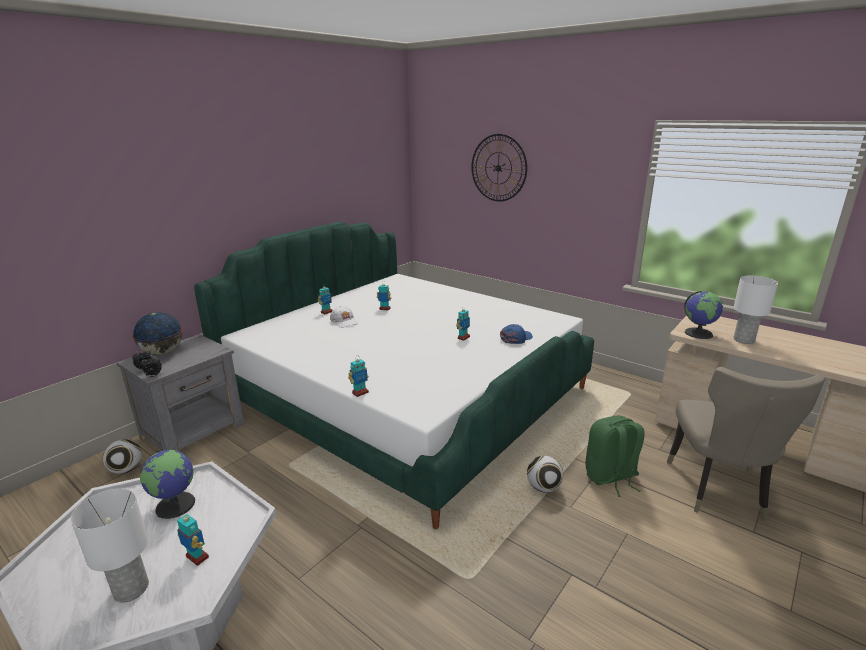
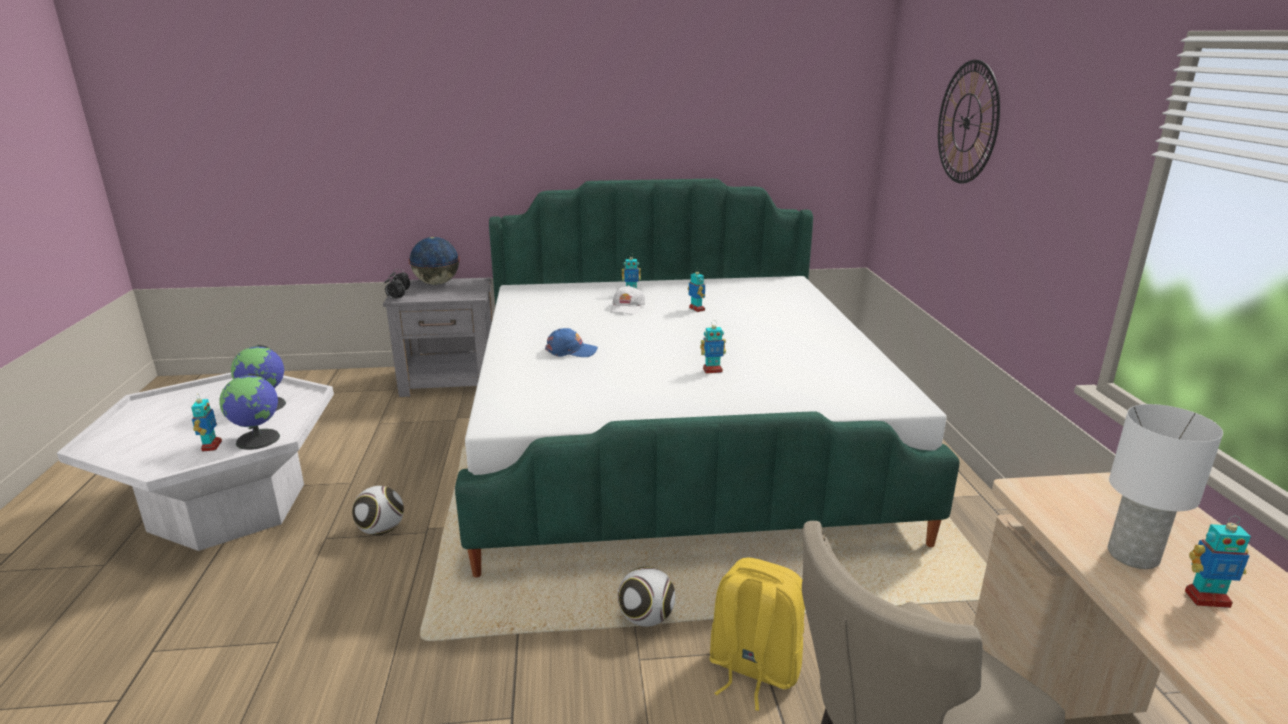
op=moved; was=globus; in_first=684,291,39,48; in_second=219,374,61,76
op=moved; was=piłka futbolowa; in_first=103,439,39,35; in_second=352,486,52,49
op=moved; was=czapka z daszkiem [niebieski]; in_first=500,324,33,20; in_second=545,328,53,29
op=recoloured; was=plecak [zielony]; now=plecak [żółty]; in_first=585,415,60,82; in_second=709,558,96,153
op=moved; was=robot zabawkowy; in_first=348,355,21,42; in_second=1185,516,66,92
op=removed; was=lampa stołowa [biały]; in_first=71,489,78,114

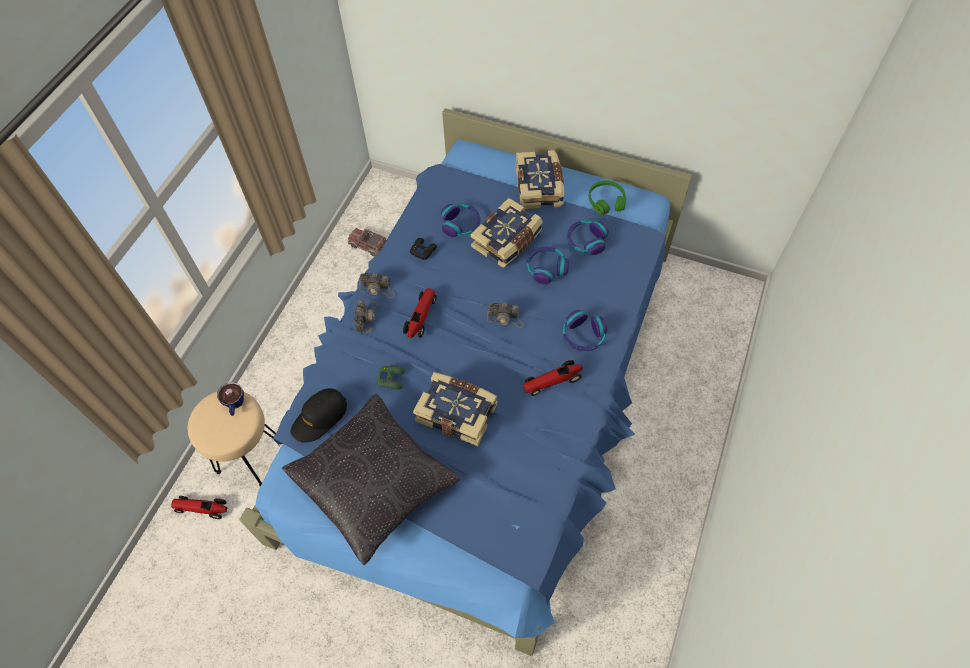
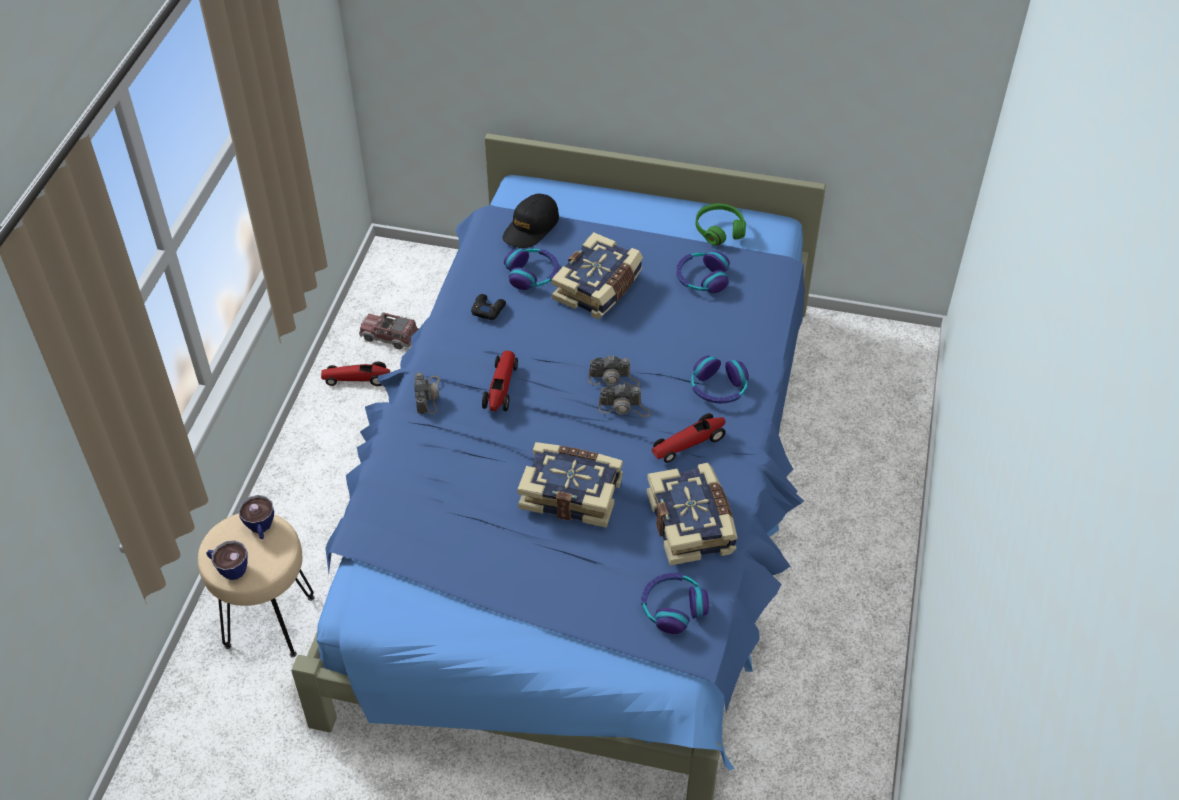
op=added; now=filiżanka; in_second=206,540,42,40
op=moved; was=samochodzik; in_first=171,496,56,23; in_second=321,361,69,25
op=moved; was=czapka z daszkiem [czarny]; in_first=290,388,57,54; in_second=503,194,56,54
op=moved; was=aparat fotograficzny; in_first=359,273,36,25; in_second=599,384,51,33
op=moved; was=słuchawki; in_first=526,247,43,37; in_second=641,573,68,61
op=moved; was=książka; in_first=516,150,48,59; in_second=647,463,91,103
op=removed; was=poduszka [czarny]; in_first=282,394,178,171
op=removed; was=pad do gier [zielony]; in_first=377,366,28,23

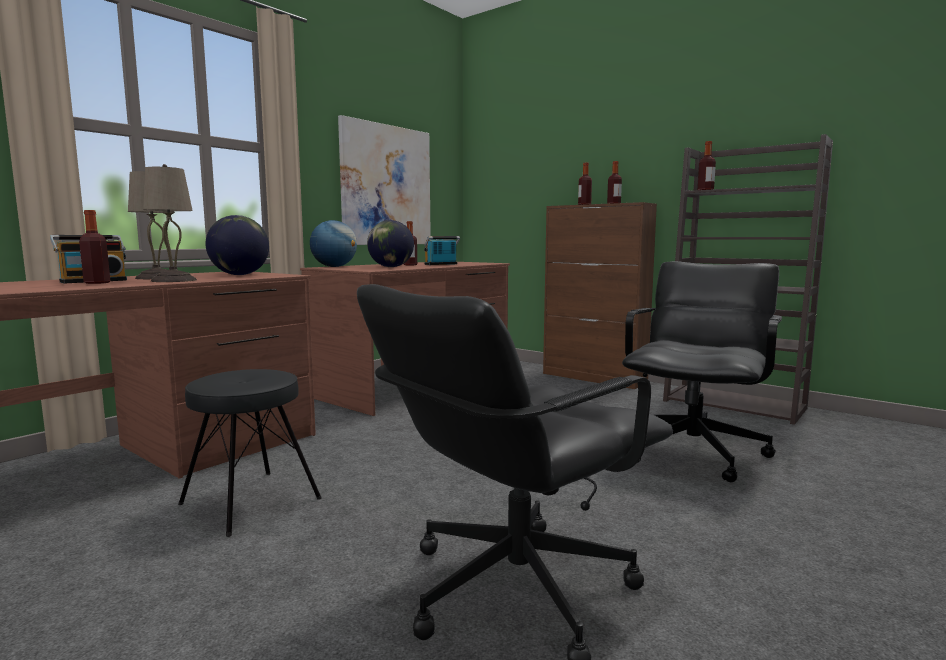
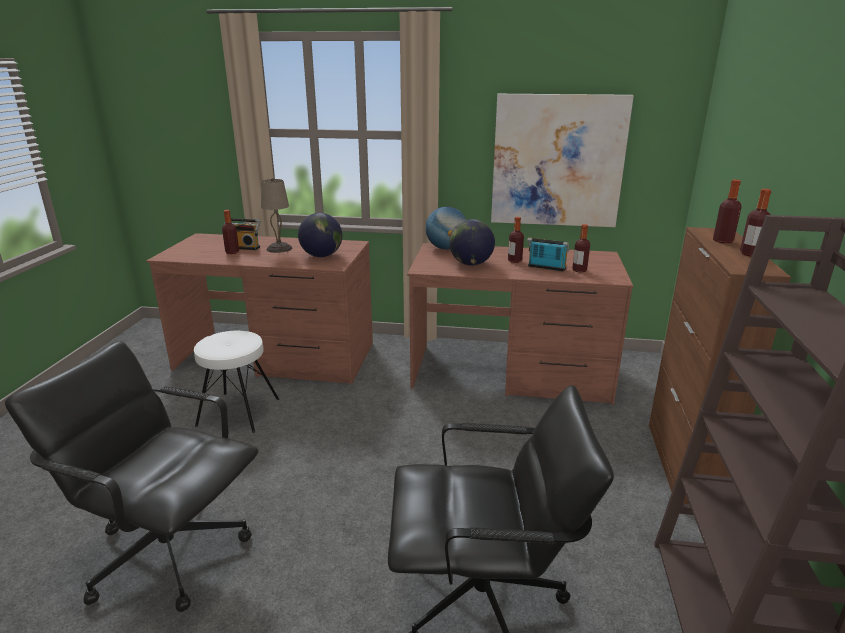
op=recoloured; was=stołek [czarny]; now=stołek [biały]; in_first=178,369,144,168; in_second=194,331,85,102
op=moved; was=butelka; in_first=698,141,18,49; in_second=572,224,18,48
op=removed; was=lampa stołowa [beżowy]; in_first=143,164,54,118

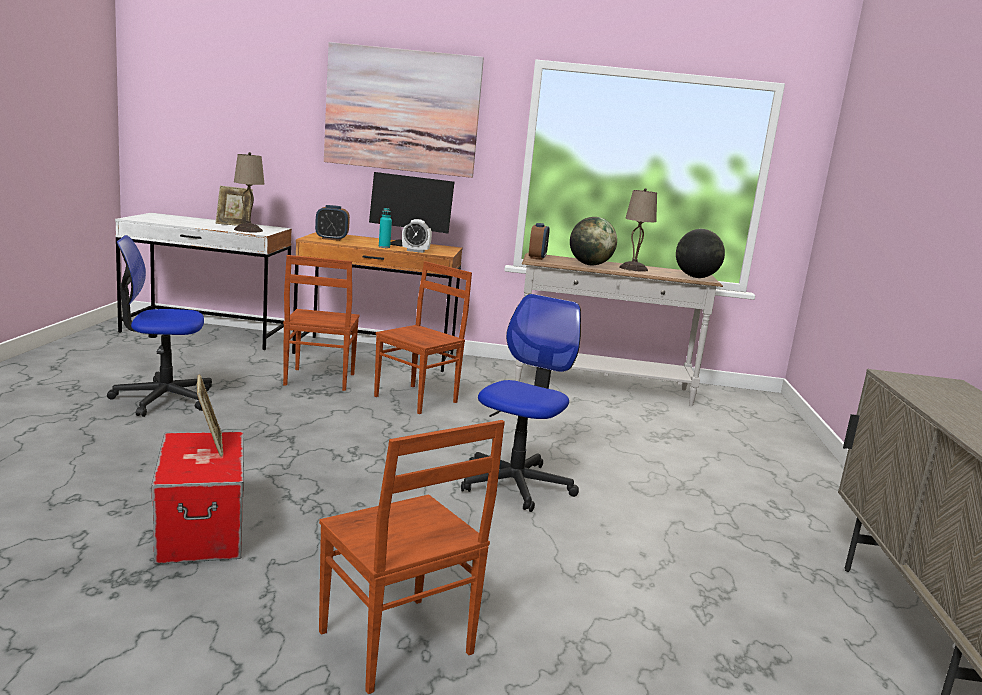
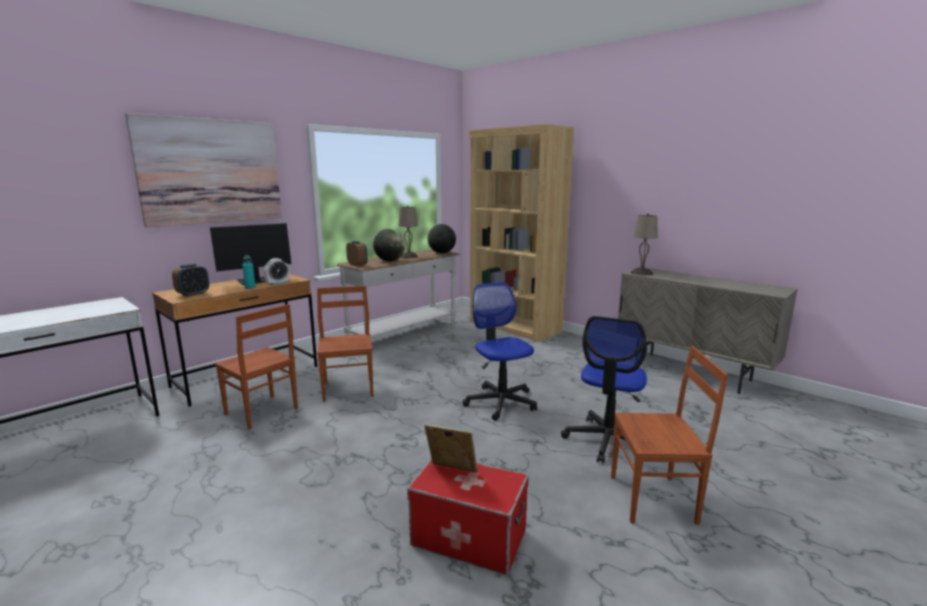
op=added; now=regał [brązowy]; in_second=469,124,105,218
op=moved; was=krzesło biurowe; in_first=107,235,105,182; in_second=561,316,86,148
op=moved; was=lampa stołowa [beżowy]; in_first=234,152,30,80; in_second=631,213,27,63
op=removed; was=ramka na zdjęcie; in_first=216,186,37,40

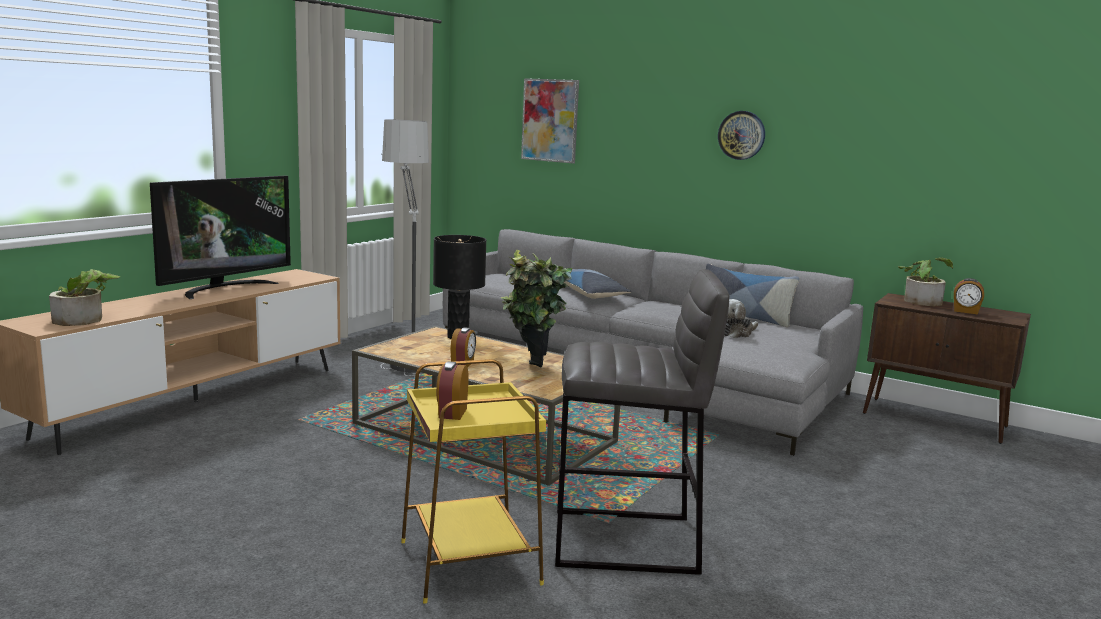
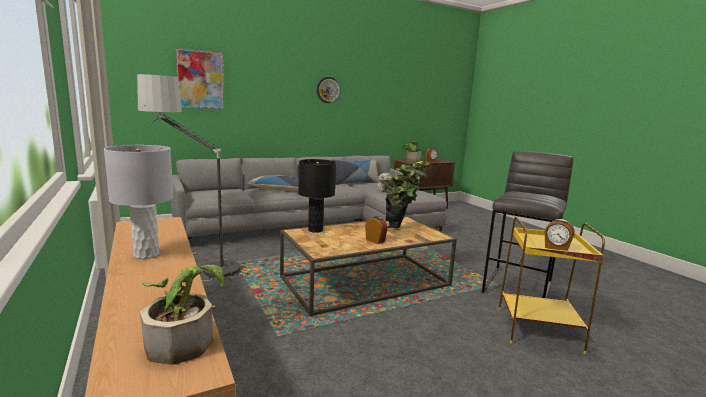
op=replaced; was=telewizor; now=lampa stołowa [szary]; in_first=150,176,141,123; in_second=104,145,70,114

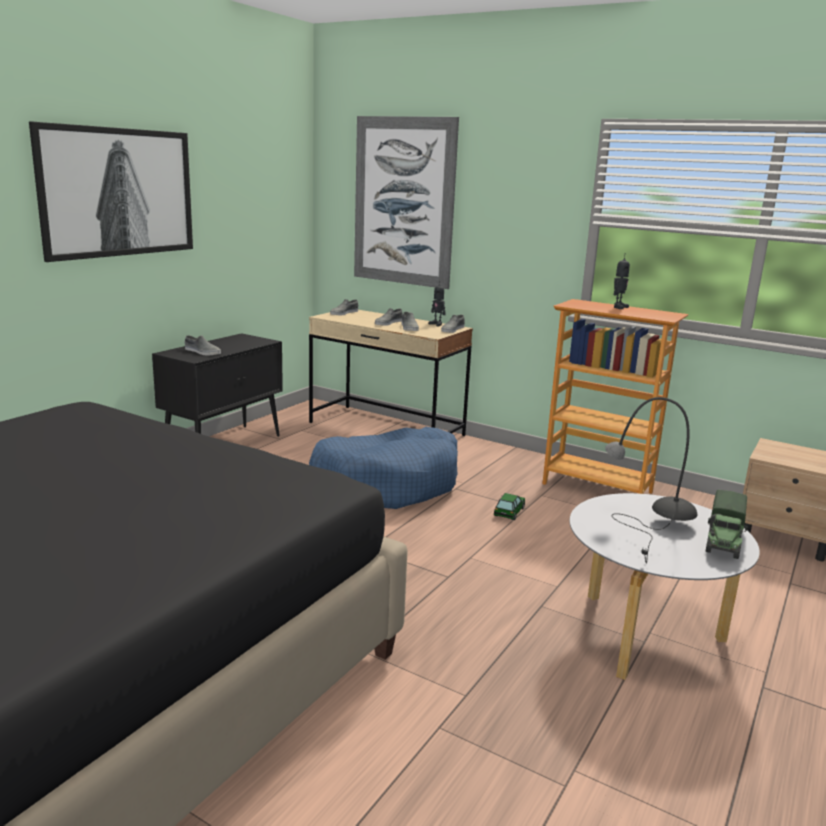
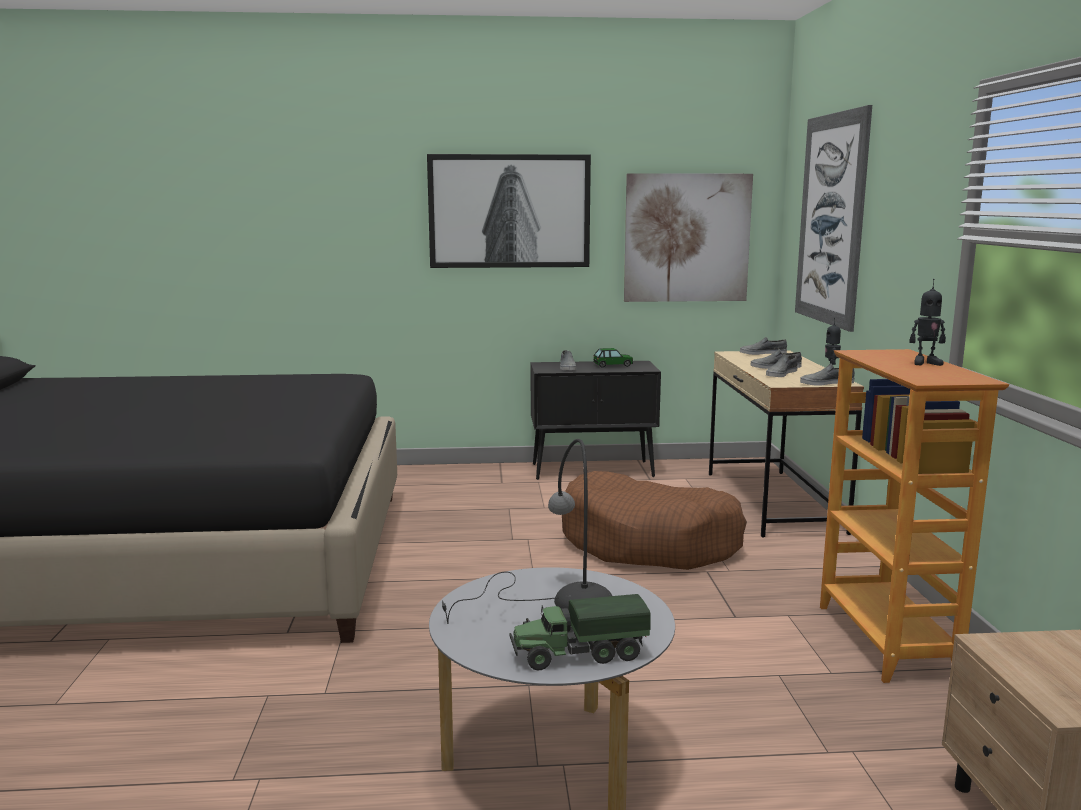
op=recoloured; was=legowisko [niebieski]; now=legowisko [brązowy]; in_first=309,427,149,82; in_second=562,471,185,99
op=moved; was=samochodzik; in_first=494,493,31,27; in_second=593,348,40,20
op=added; now=obraz; in_second=624,173,129,129

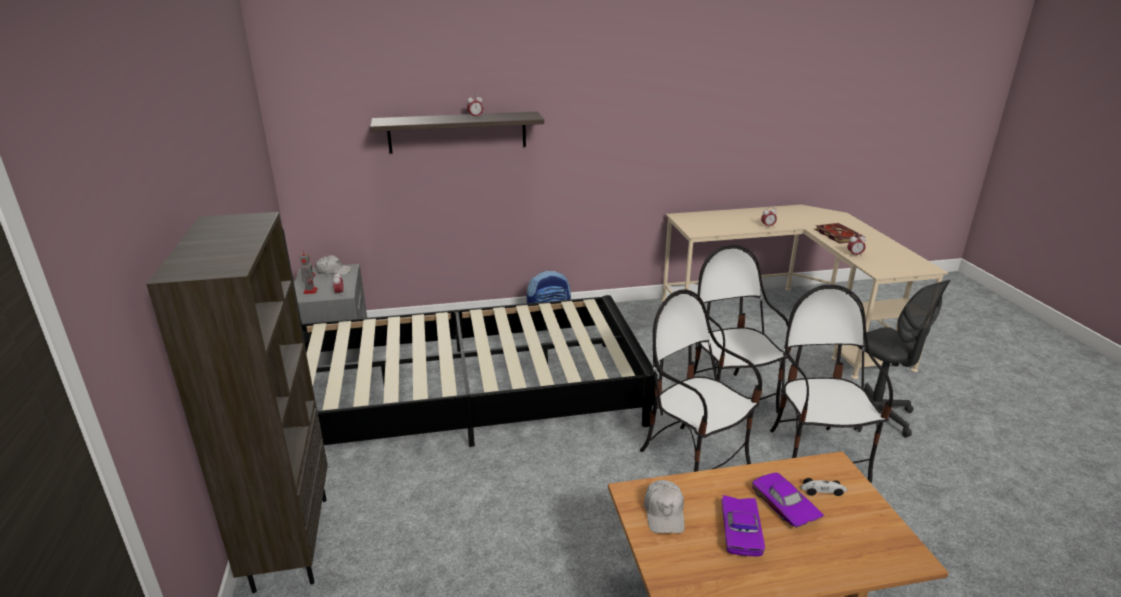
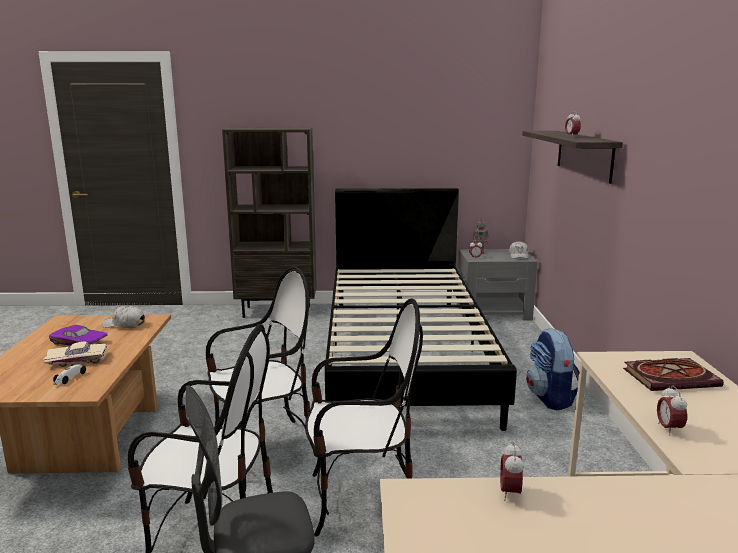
op=recoloured; was=samochodzik [fioletowy]; now=samochodzik [beżowy]; in_first=752,472,72,56; in_second=43,341,64,26
op=moved; was=książka; in_first=815,223,49,20; in_second=623,358,101,33

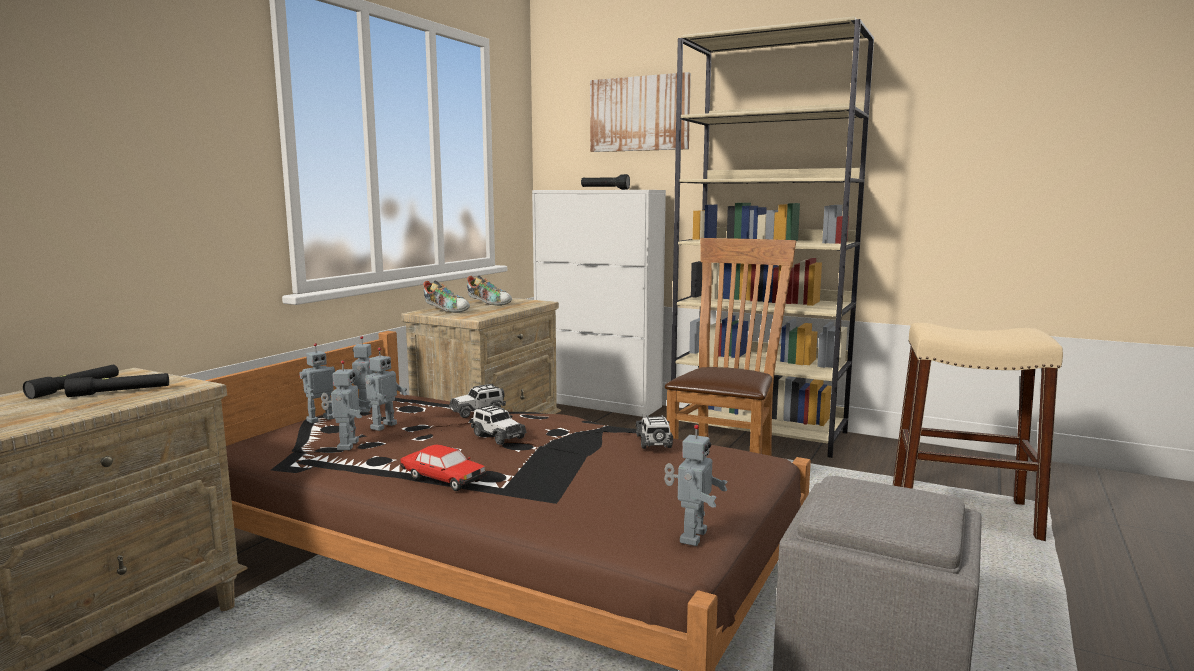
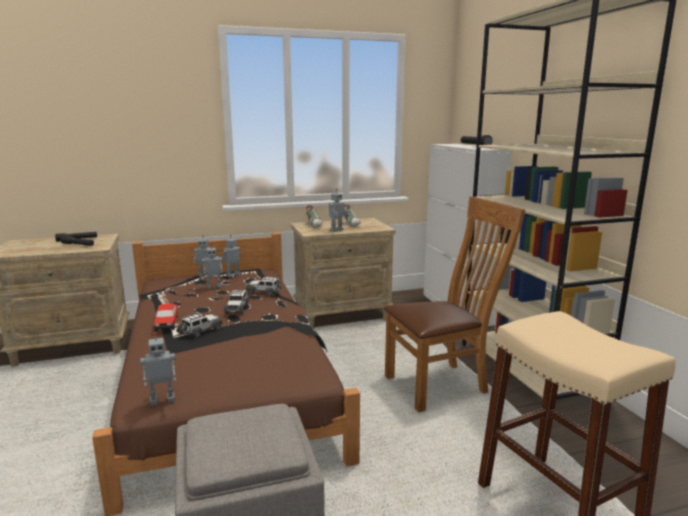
op=moved; was=samochodzik; in_first=636,415,37,34; in_second=180,313,43,24
op=moved; was=robot zabawkowy; in_first=321,361,51,89; in_second=329,188,20,44
op=removed; was=obraz; in_first=590,72,101,80

